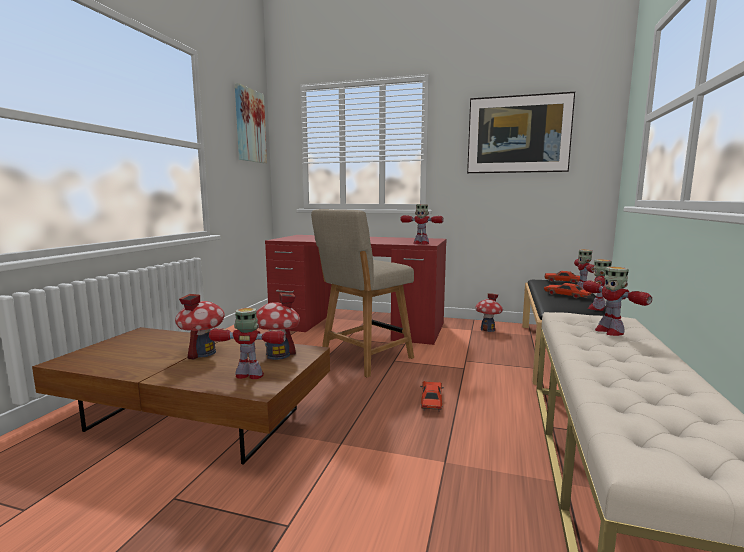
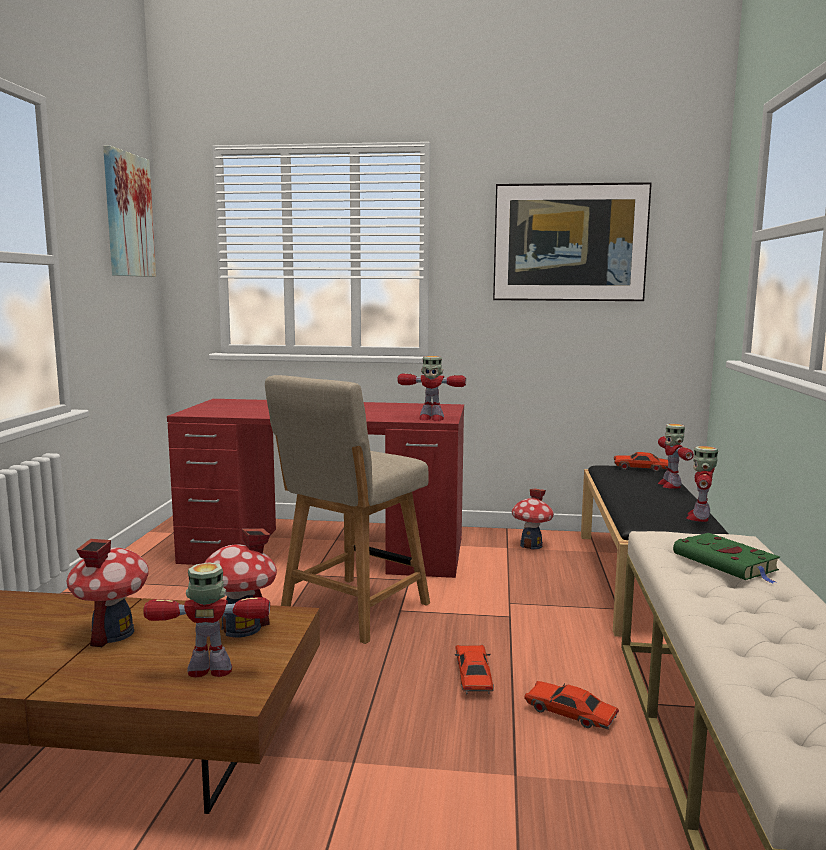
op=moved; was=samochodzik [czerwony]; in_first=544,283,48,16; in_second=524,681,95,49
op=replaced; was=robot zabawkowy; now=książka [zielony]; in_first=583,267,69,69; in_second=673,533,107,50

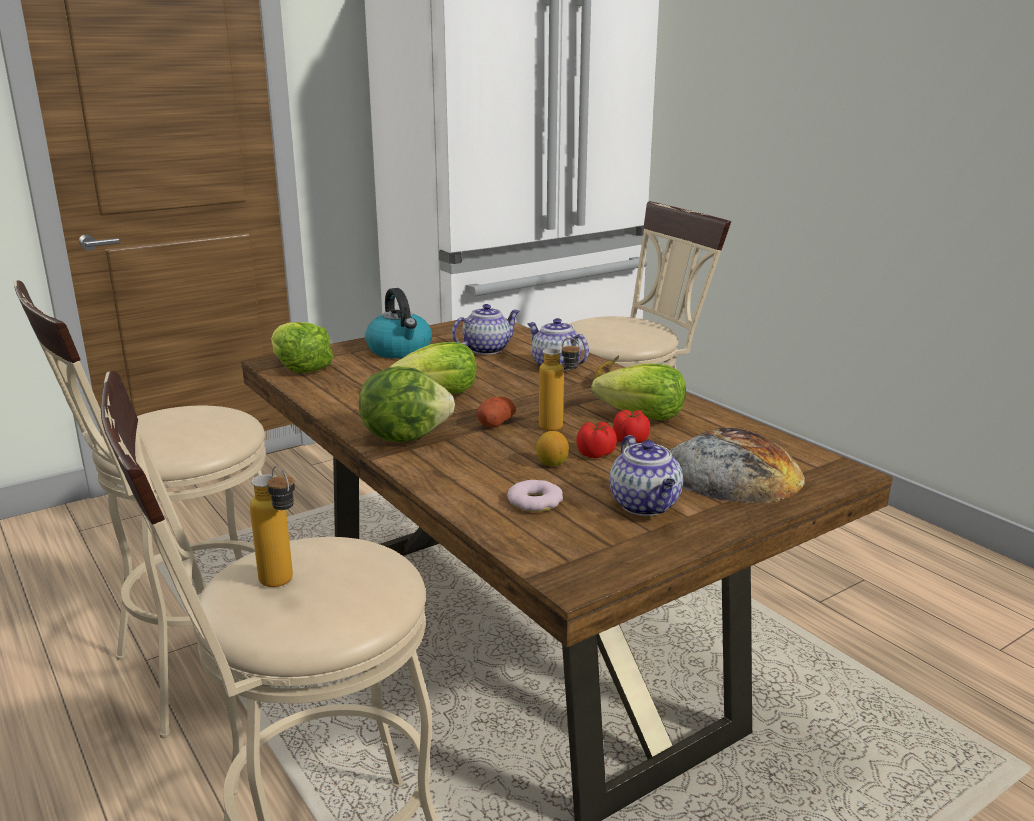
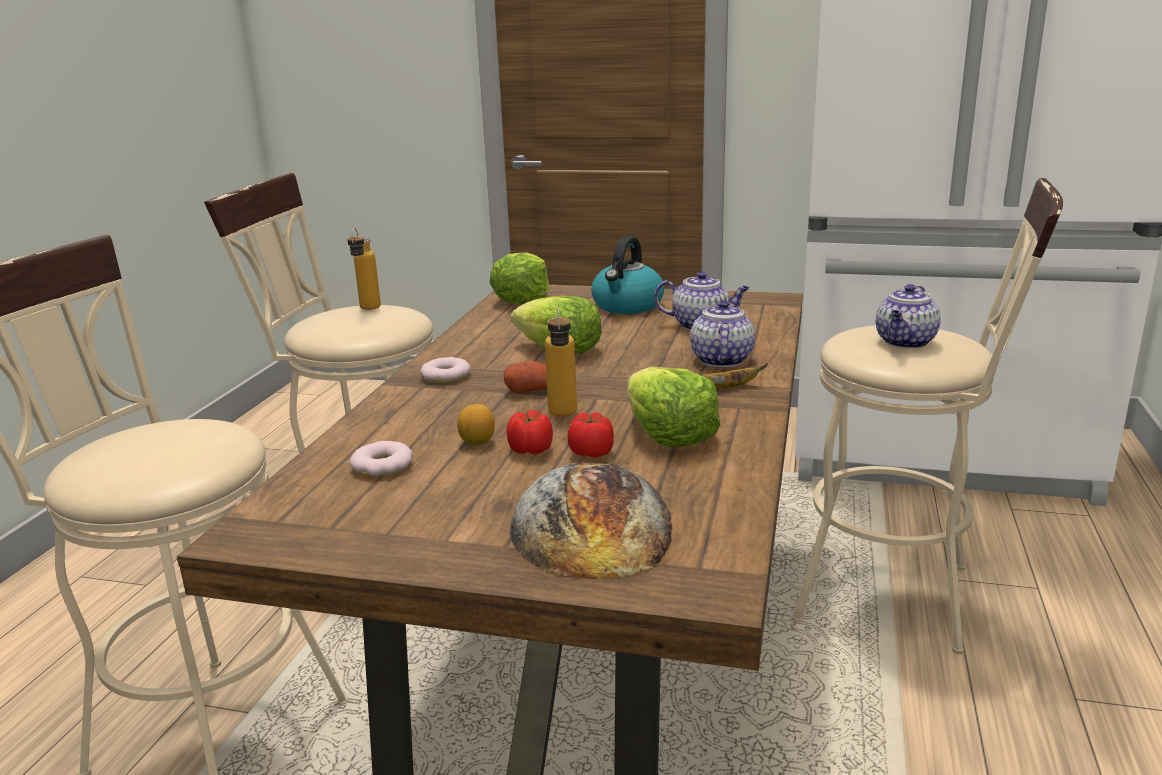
op=moved; was=butelka; in_first=250,466,45,121; in_second=347,228,34,82
op=replaced; was=sałata; now=donut; in_first=359,366,96,76; in_second=420,357,51,26
op=moved; was=imbryk; in_first=610,435,73,81; in_second=876,284,65,65

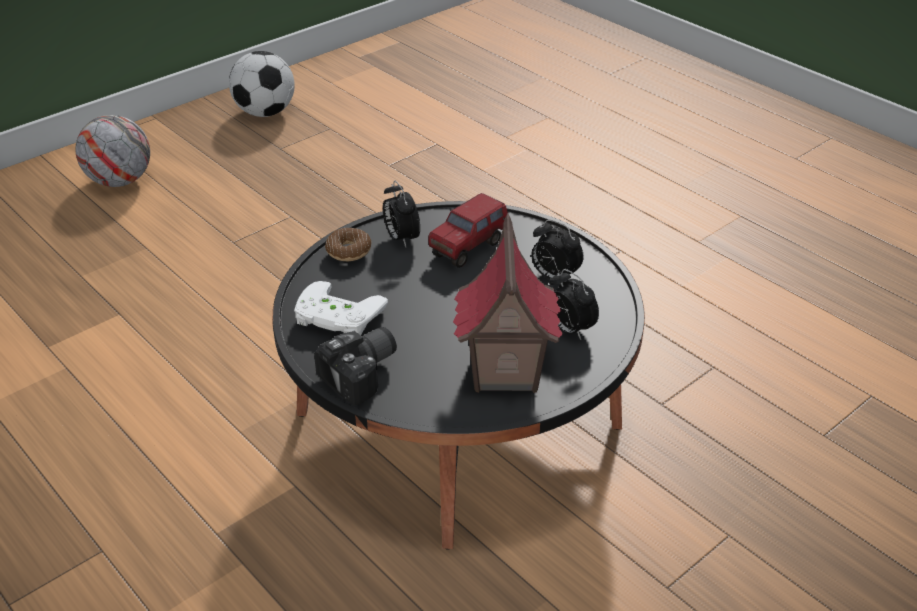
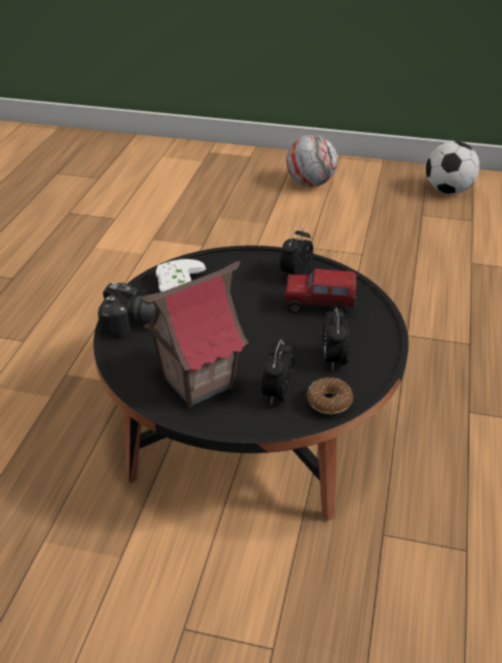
op=moved; was=donut; in_first=325,228,46,33; in_second=306,377,47,37

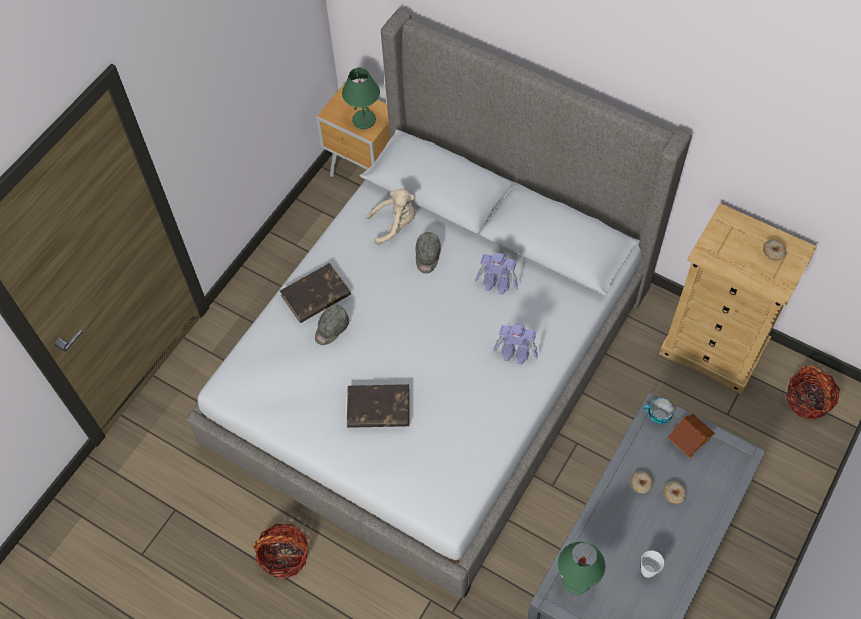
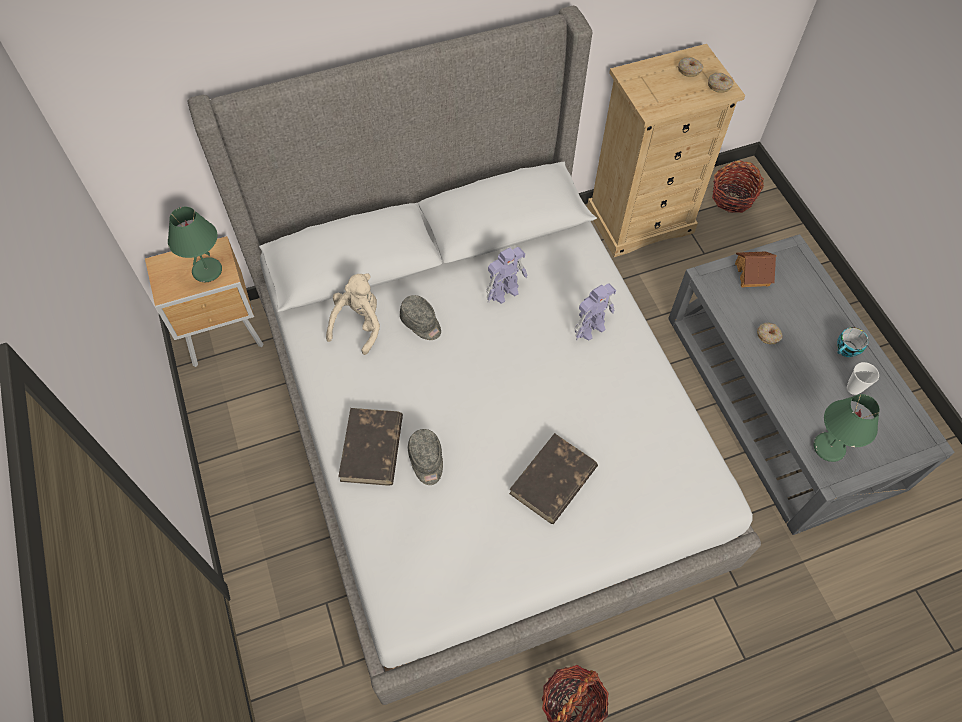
op=moved; was=donut; in_first=663,481,23,23; in_second=708,73,26,20
op=moved; was=filiżanka; in_first=643,398,31,26; in_second=837,327,32,30

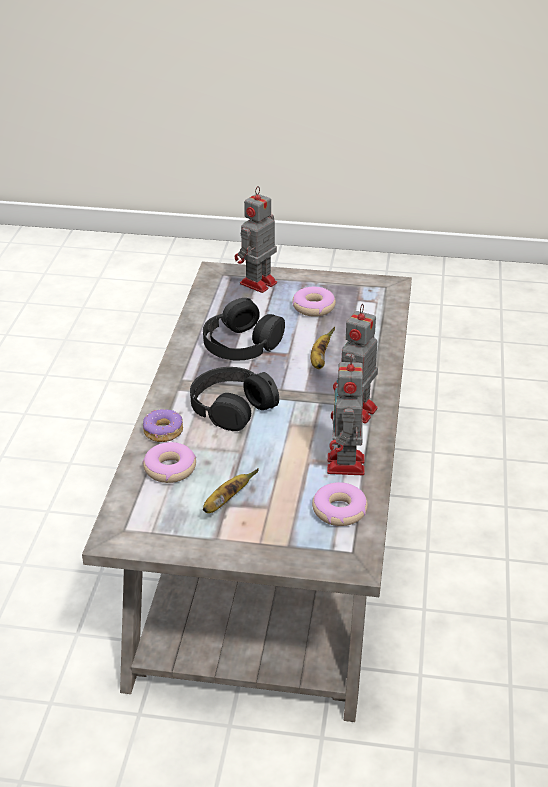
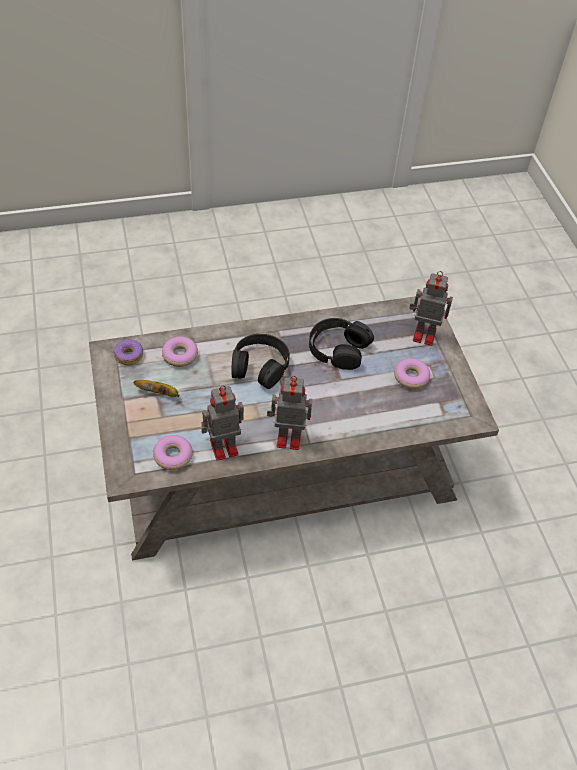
op=moved; was=donut; in_first=143,409,40,33; in_second=113,339,30,26
op=removed; was=banan; in_first=310,327,25,42

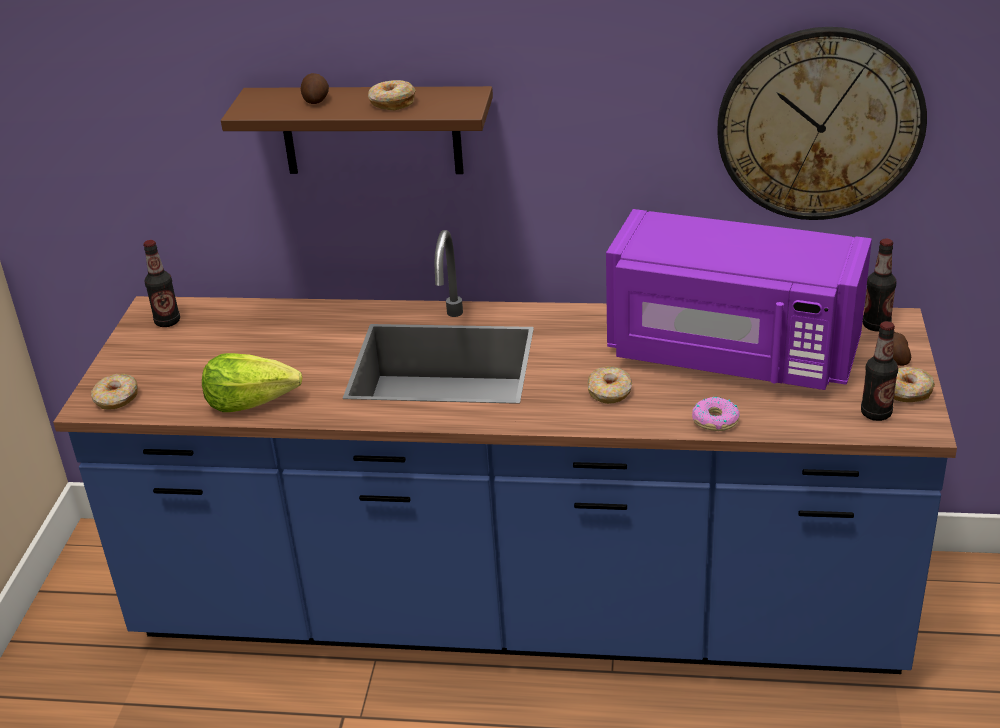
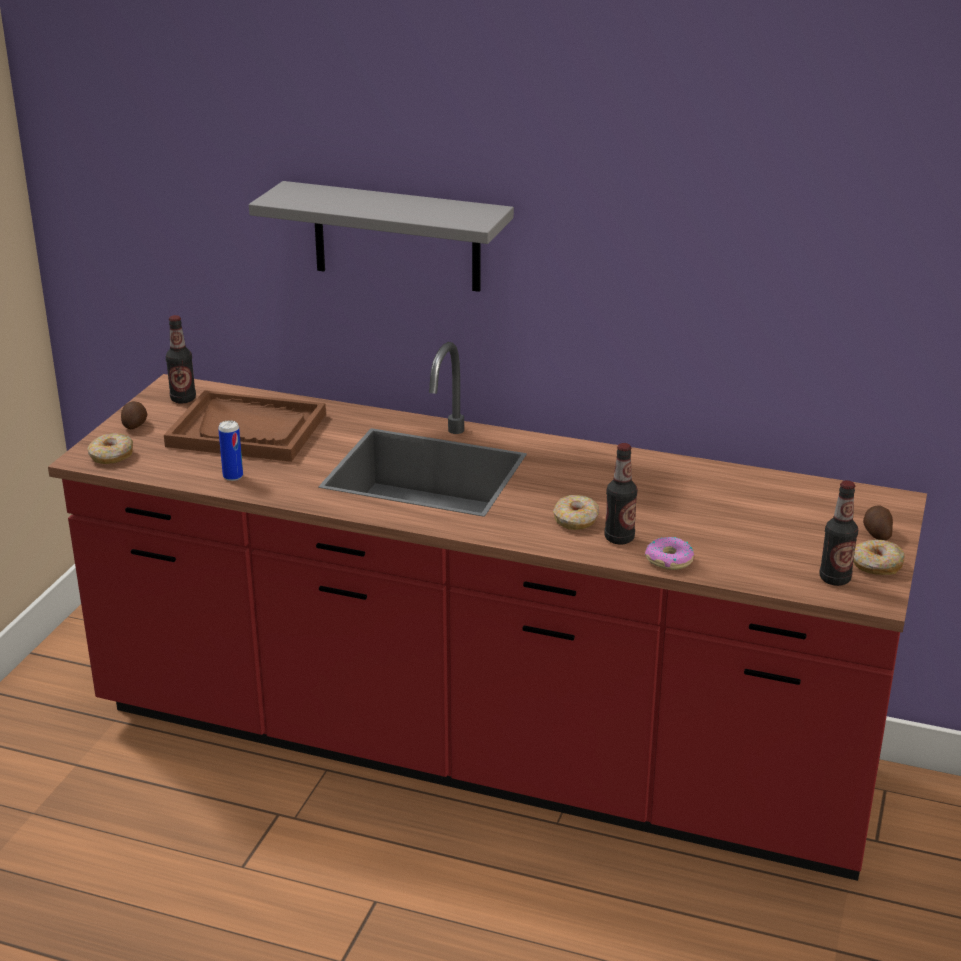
op=recoloured; was=zabudowa kuchenna [niebieski]; now=zabudowa kuchenna [czerwony]; in_first=53,230,904,444; in_second=48,342,879,539
op=moved; was=ziemniak; in_first=301,73,28,31; in_second=121,401,26,28
op=added; now=taca [brązowy]; in_second=164,390,162,72
op=replaced; was=sałata; now=puszka; in_first=202,353,100,59; in_second=218,420,25,61
op=recoloured; was=półka [brązowy]; now=półka [szary]; in_first=221,86,272,88; in_second=249,181,265,111
op=moved; was=butelka; in_first=863,239,34,93; in_second=605,443,32,101
op=removed; was=donut; in_first=368,80,48,30
op=removed; was=mikrofalówka [fioletowy]; in_first=606,209,266,181
op=removed; was=zegar ścienny; in_first=717,27,210,193

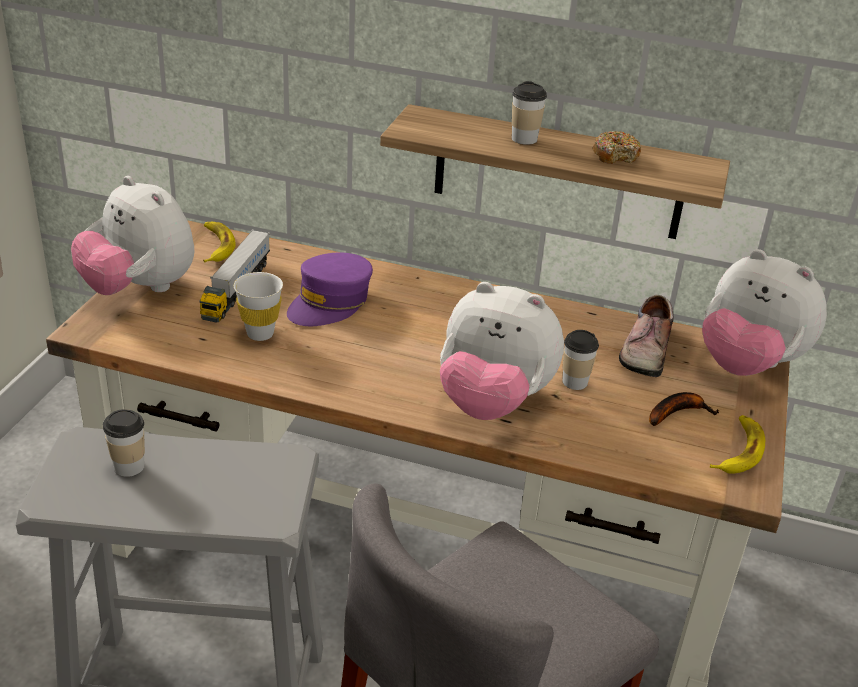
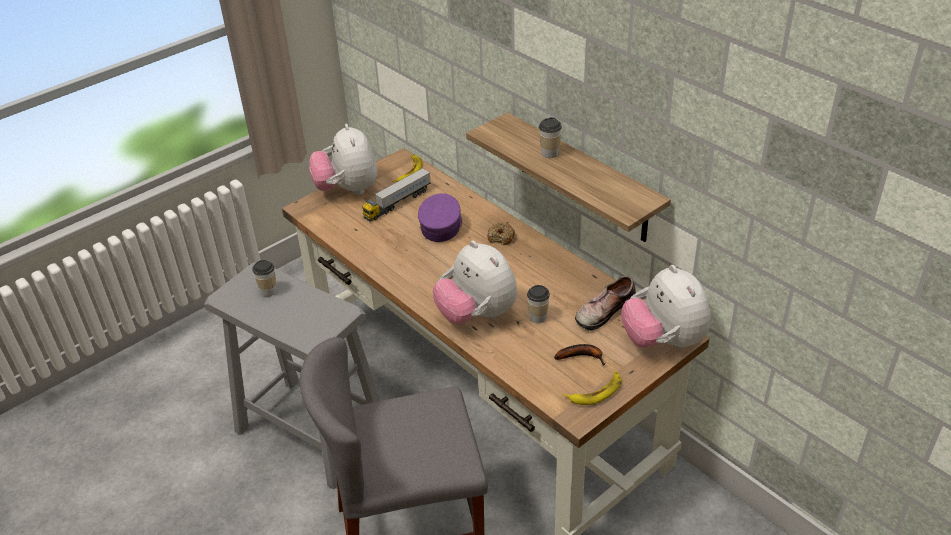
op=turned; was=czapka z daszkiem [fioletowy]; in_first=287,253,86,73; in_second=418,193,44,49; clockwise=120
op=moved; was=donut; in_first=592,131,49,33; in_second=487,223,28,22
op=removed; was=filiżanka [biały]; in_first=234,272,49,69

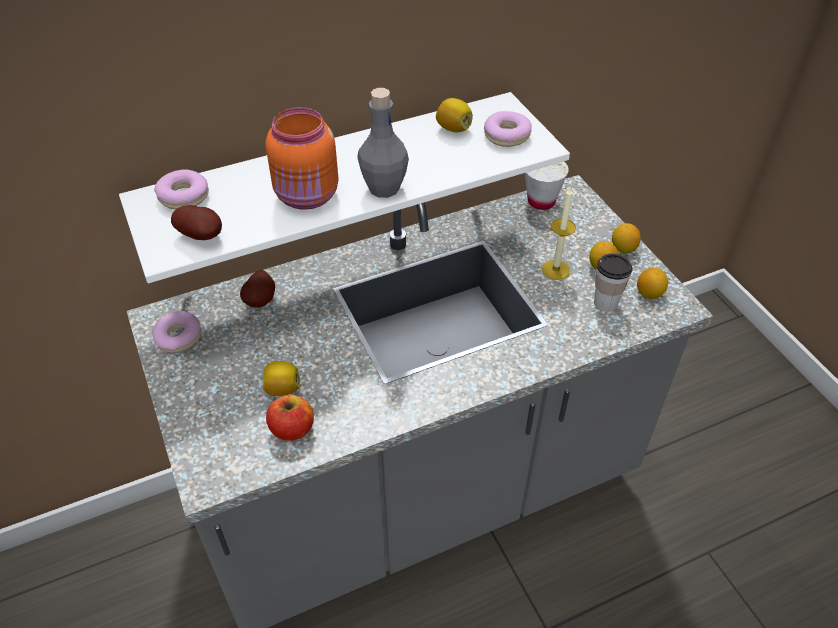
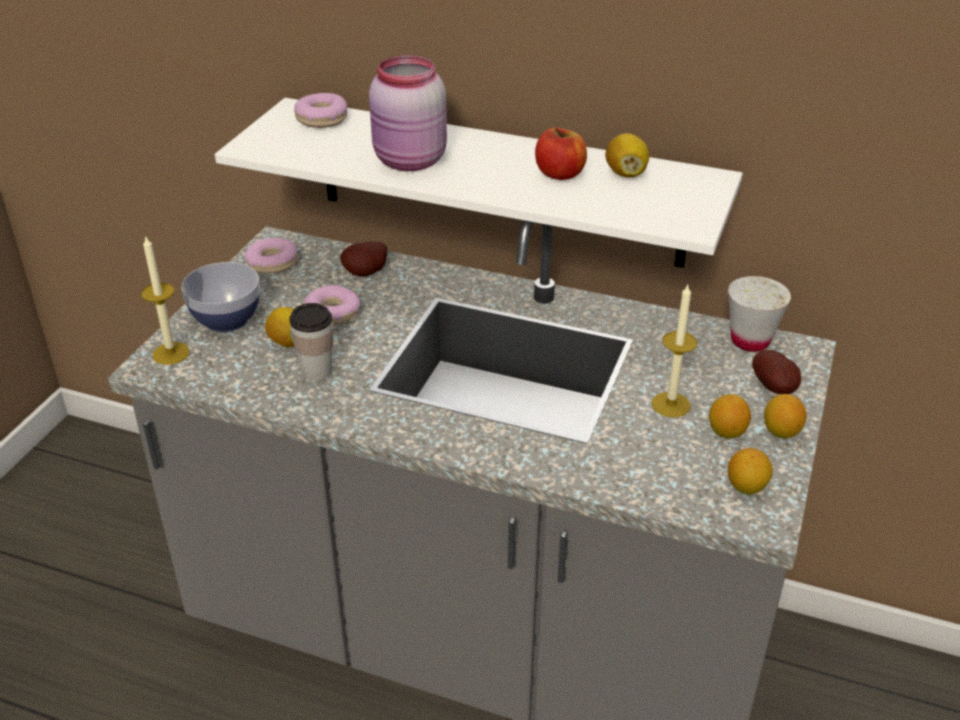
op=added; now=świeca; in_second=141,235,49,130
op=added; now=miska; in_second=181,262,79,70
op=moved; was=filiżanka; in_first=594,254,38,58; in_second=289,303,44,78
op=moved; was=donut; in_first=484,111,48,36; in_second=304,285,56,41
op=recoloured; was=słoik [pomarańczowy]; now=słoik [różowy]; in_first=265,107,73,103; in_second=369,55,78,116
op=moved; was=jabłko; in_first=266,395,48,45; in_second=535,128,52,52
op=moved; was=ziemniak; in_first=171,205,51,35; in_second=752,350,49,44
op=removed; was=butelka [szary]; in_first=357,88,52,110

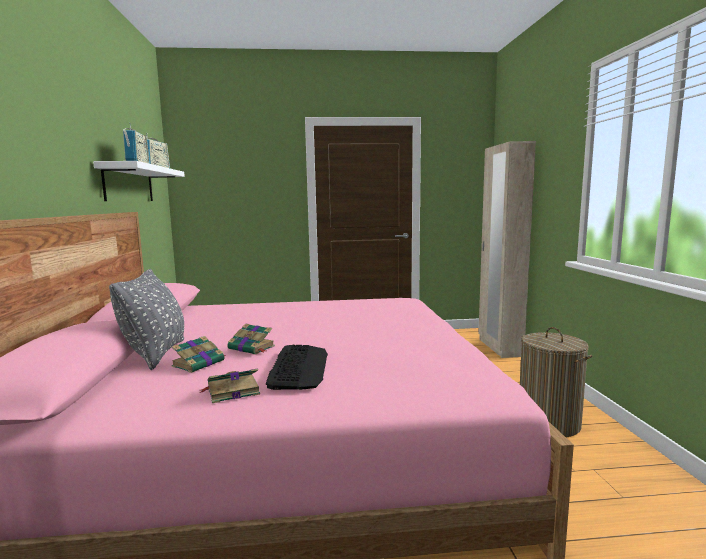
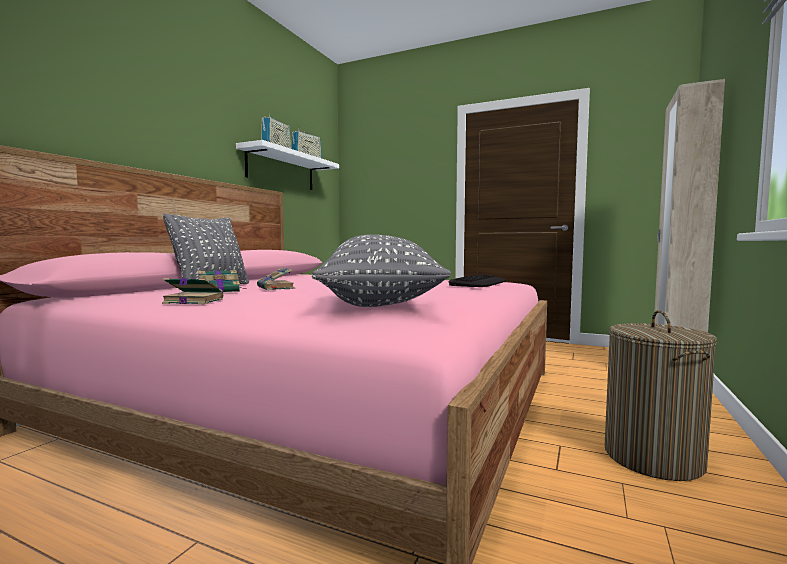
op=added; now=poduszka [szary]; in_second=312,234,139,73
op=moved; was=klawiatura; in_first=266,345,62,45; in_second=448,274,58,13

